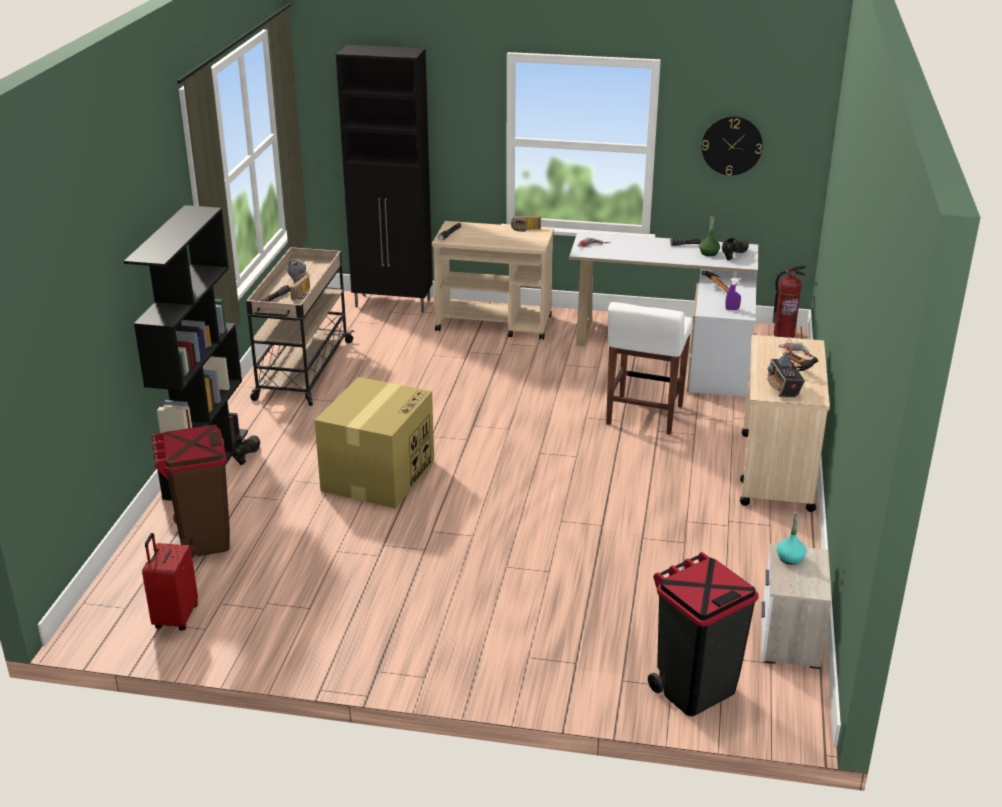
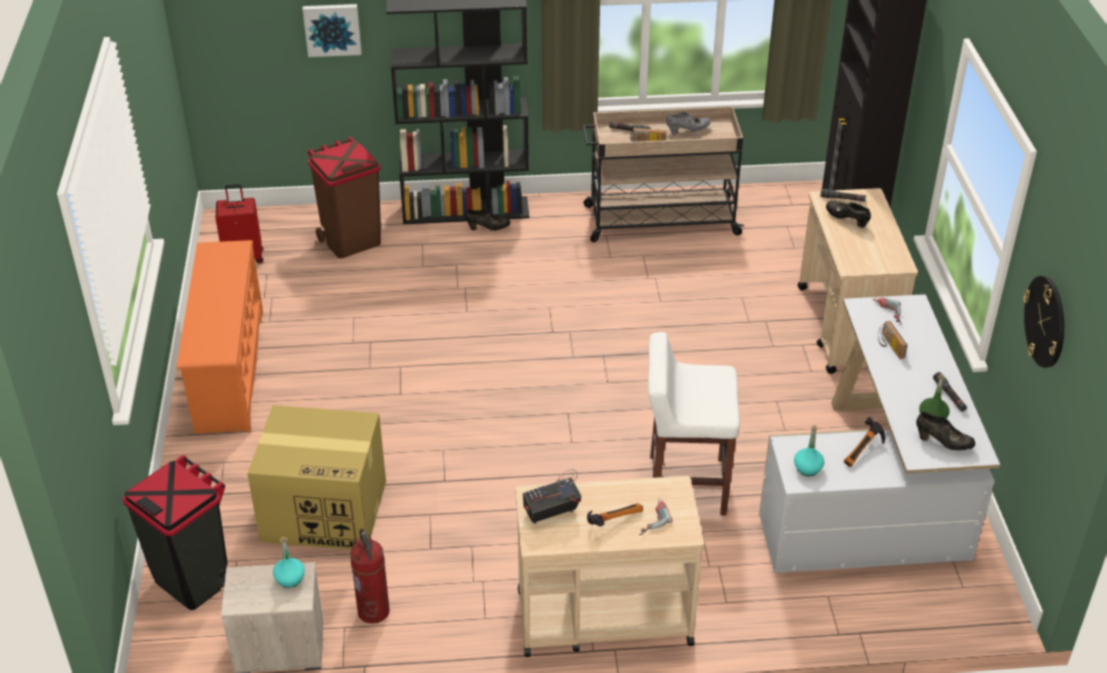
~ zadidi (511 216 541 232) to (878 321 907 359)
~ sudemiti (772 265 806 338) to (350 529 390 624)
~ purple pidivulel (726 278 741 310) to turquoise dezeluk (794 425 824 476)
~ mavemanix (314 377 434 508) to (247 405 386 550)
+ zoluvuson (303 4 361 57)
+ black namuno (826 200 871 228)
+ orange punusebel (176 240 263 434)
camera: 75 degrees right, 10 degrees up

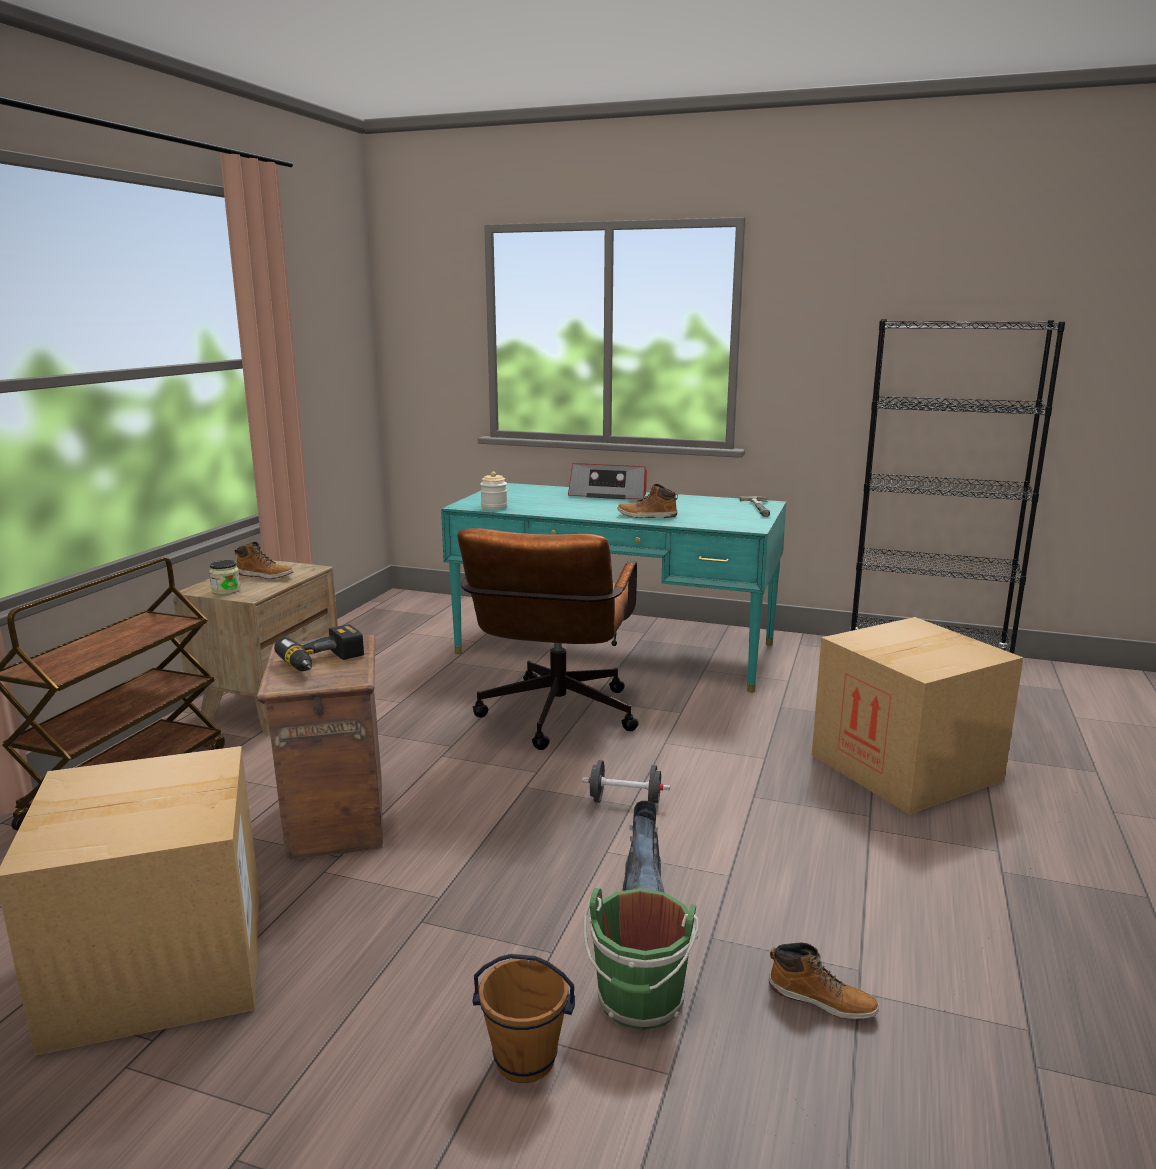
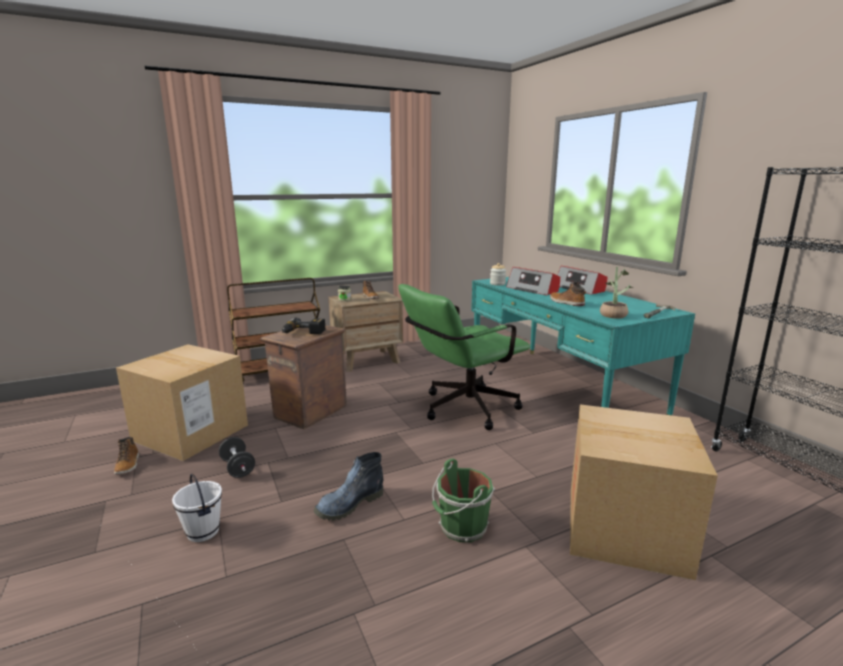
~ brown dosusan (458 528 639 750) to green dosusan (399 284 530 430)
~ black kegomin (582 760 670 804) to (219 437 255 478)
~ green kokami (583 888 699 1030) to (432 458 495 542)
~ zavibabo (769 942 879 1020) to (114 437 139 475)
~ brown kokami (472 954 575 1083) to white kokami (172 473 222 542)
+ zadidi (506 267 560 295)
+ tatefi (600 267 633 319)
camera: 45 degrees right, 0 degrees up

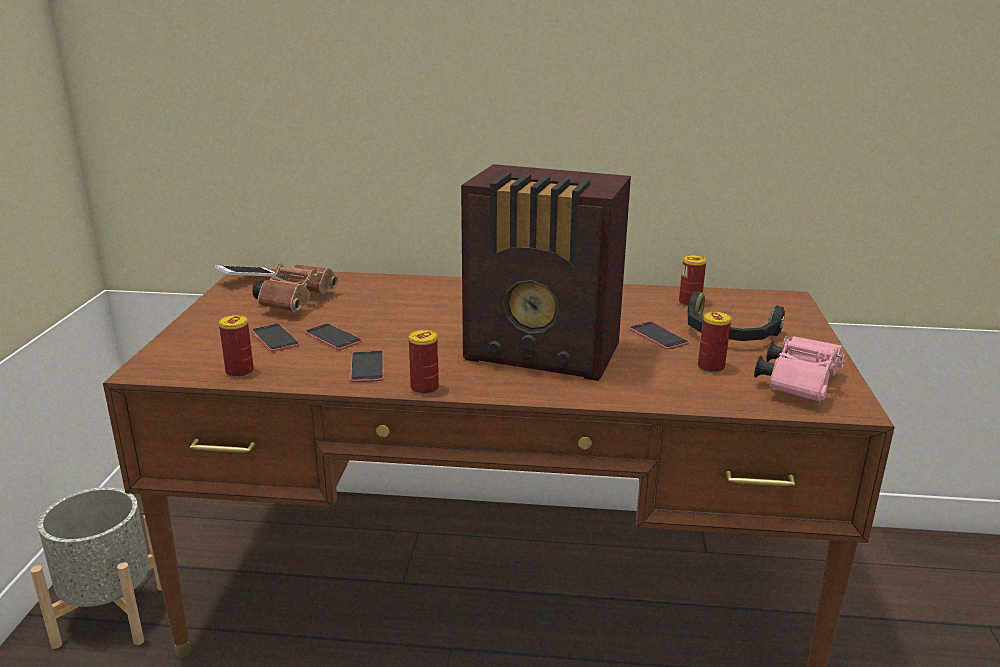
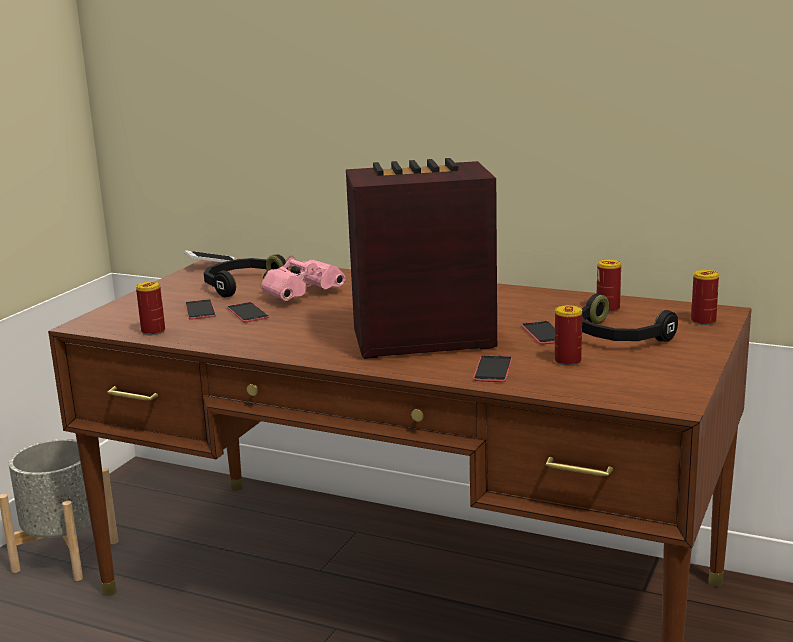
~ zadidi (461 164 631 381) = (346 158 497 359) 135 degrees clockwise
~ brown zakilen (252 263 338 312) to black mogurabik (204 254 288 297)
~ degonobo (409 330 439 395) to (691 270 719 325)
~ pink zakilen (754 336 845 402) to (261 256 345 301)
~ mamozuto (350 351 384 382) to (473 355 512 382)
camera: 20 degrees right, 5 degrees down

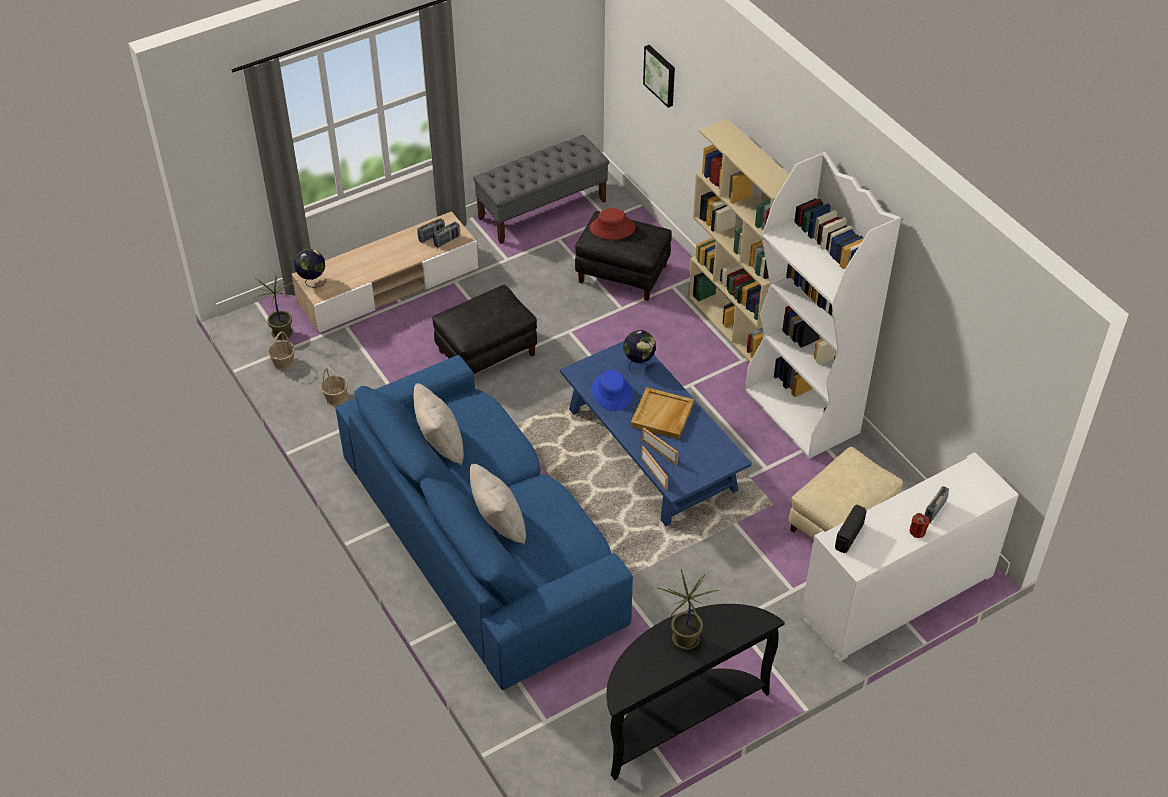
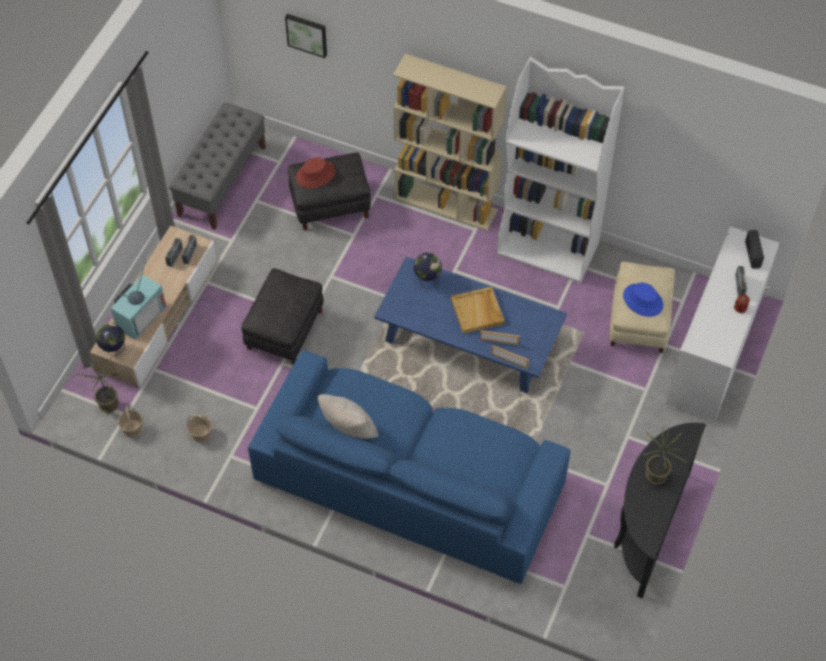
~ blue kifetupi (592 369 633 411) to (623 283 663 317)
- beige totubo (470 464 526 545)
~ zadidi (835 505 867 553) to (745 230 764 269)
+ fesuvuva (111 259 166 340)
camera: 35 degrees left, 10 degrees up

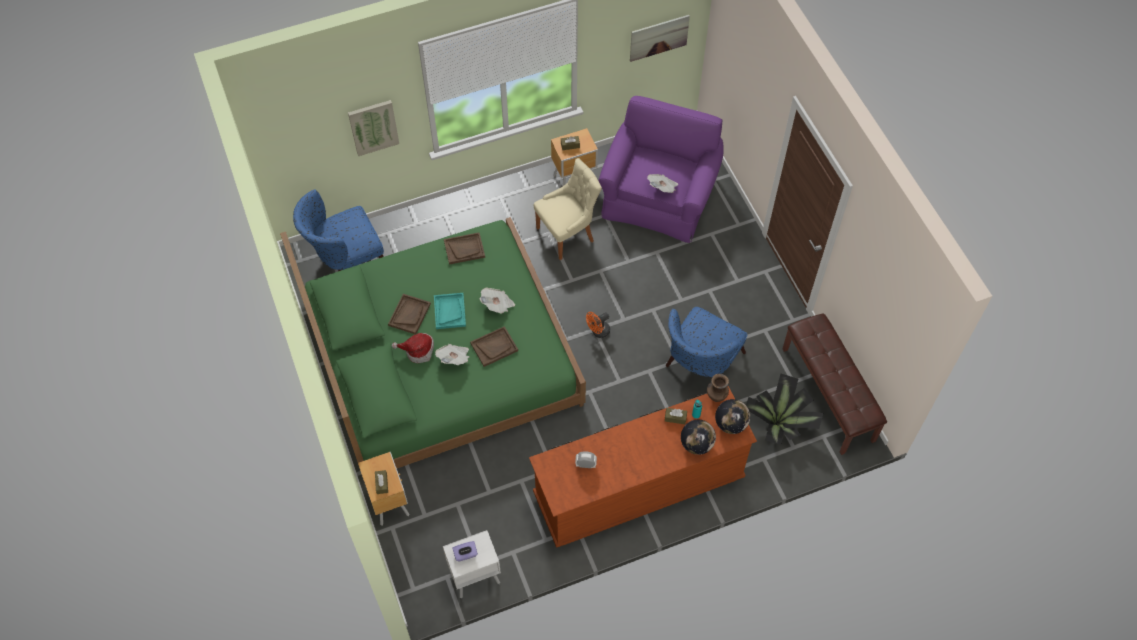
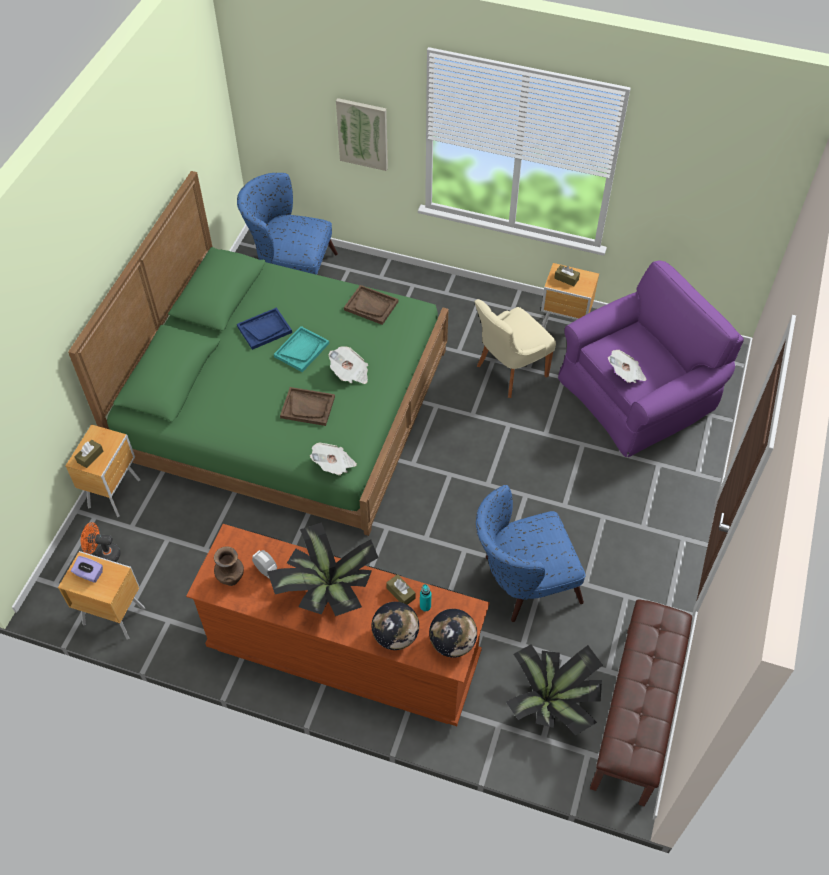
- zoluvuson (630 15 690 62)
~ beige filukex (534 158 602 260) = (475 299 556 398) 135 degrees clockwise
~ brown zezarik (388 294 431 334) to blue zezarik (237 307 292 350)
~ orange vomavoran (586 312 610 338) to (81 522 121 562)
- kifetupi (392 333 434 363)
~ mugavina (435 344 469 365) to (310 442 357 475)
~ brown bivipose (707 374 729 402) to (214 546 244 586)
~ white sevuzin (443 530 501 599) to brown sevuzin (58 551 145 639)
+ tatefi (267 523 378 616)
camera: 40 degrees right, 5 degrees down

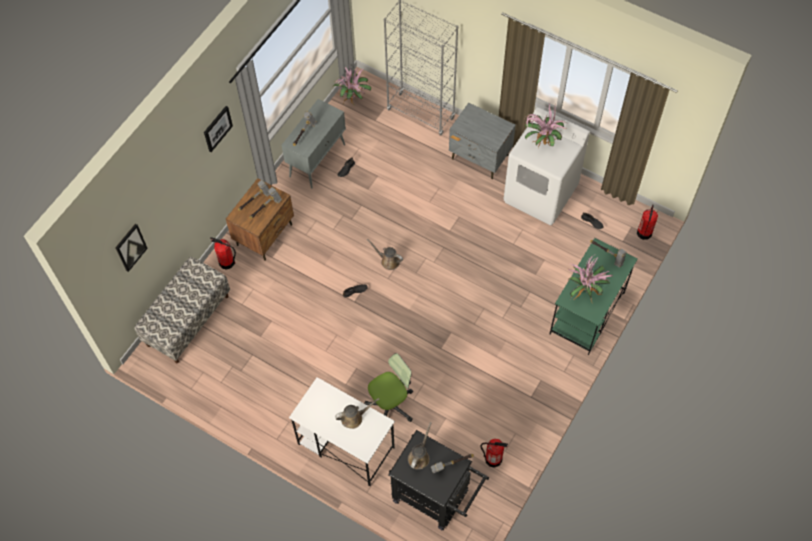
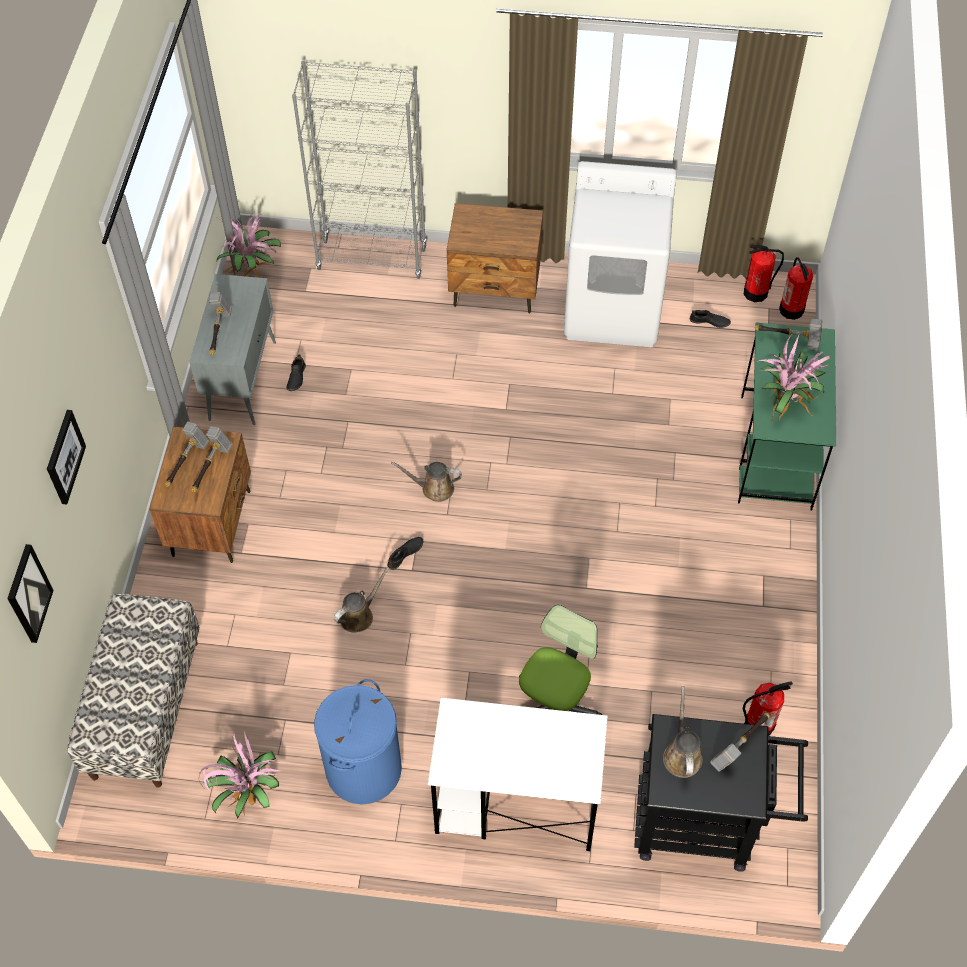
~ grey sevuzin (449 103 516 179) to brown sevuzin (447 203 543 313)
~ tatefi (524 103 568 148) to (199 730 280 819)
~ zoluvuson (204 106 233 152) to (47 410 86 504)
~ sudemiti (210 237 236 270) to (744 245 784 302)
~ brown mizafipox (335 398 380 429) to (334 567 390 632)
+ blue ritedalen (314 679 402 804)
camera: 25 degrees left, 5 degrees down

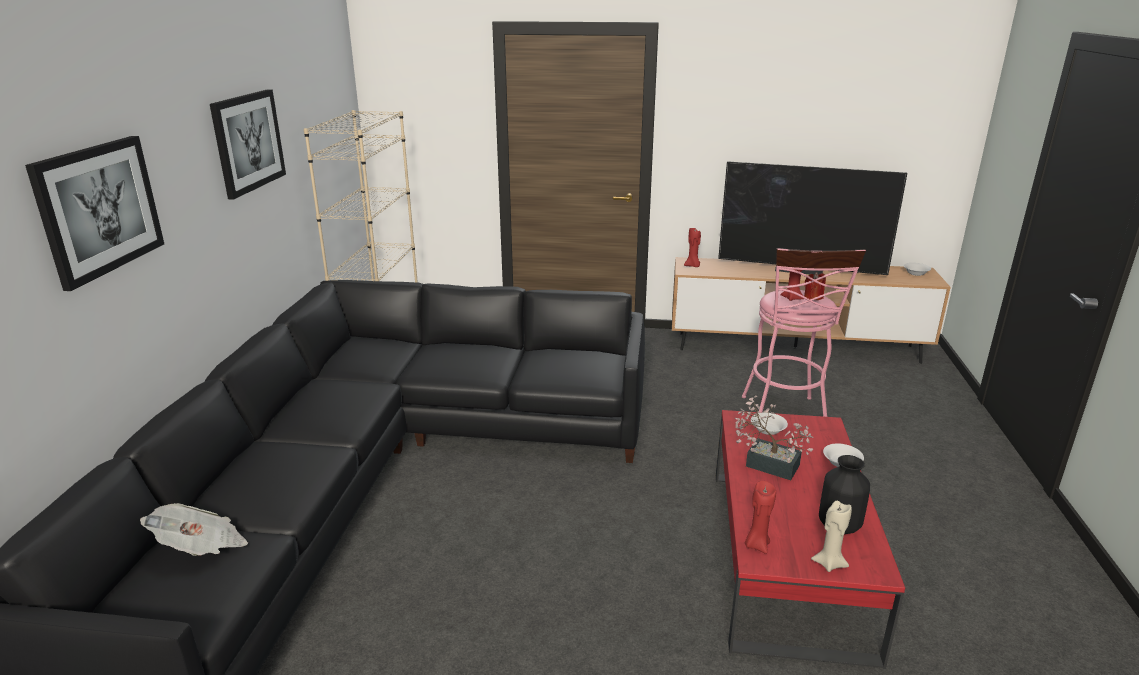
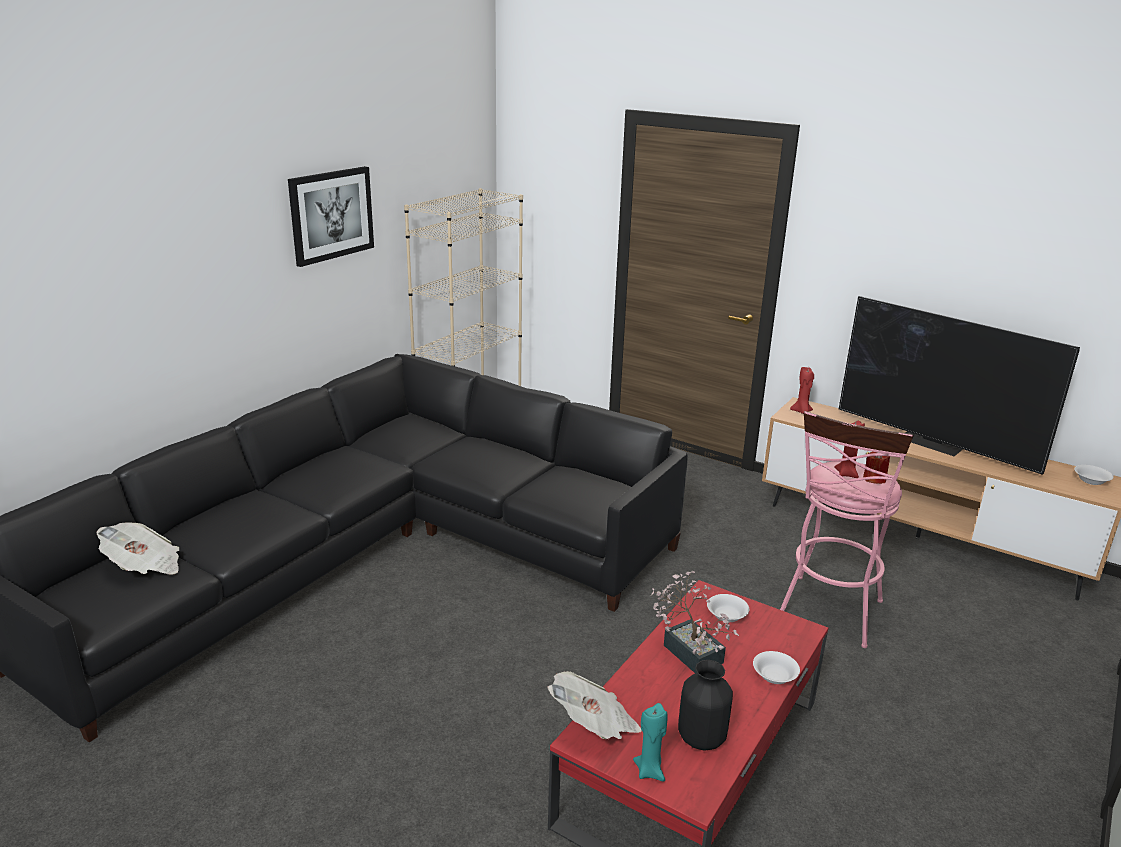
- zoluvuson (25 136 164 291)
~ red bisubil (745 481 776 554) to mugavina (548 671 642 740)
~ beige bisubil (811 501 852 572) to turquoise bisubil (633 703 668 781)
camera: 25 degrees right, 0 degrees up

